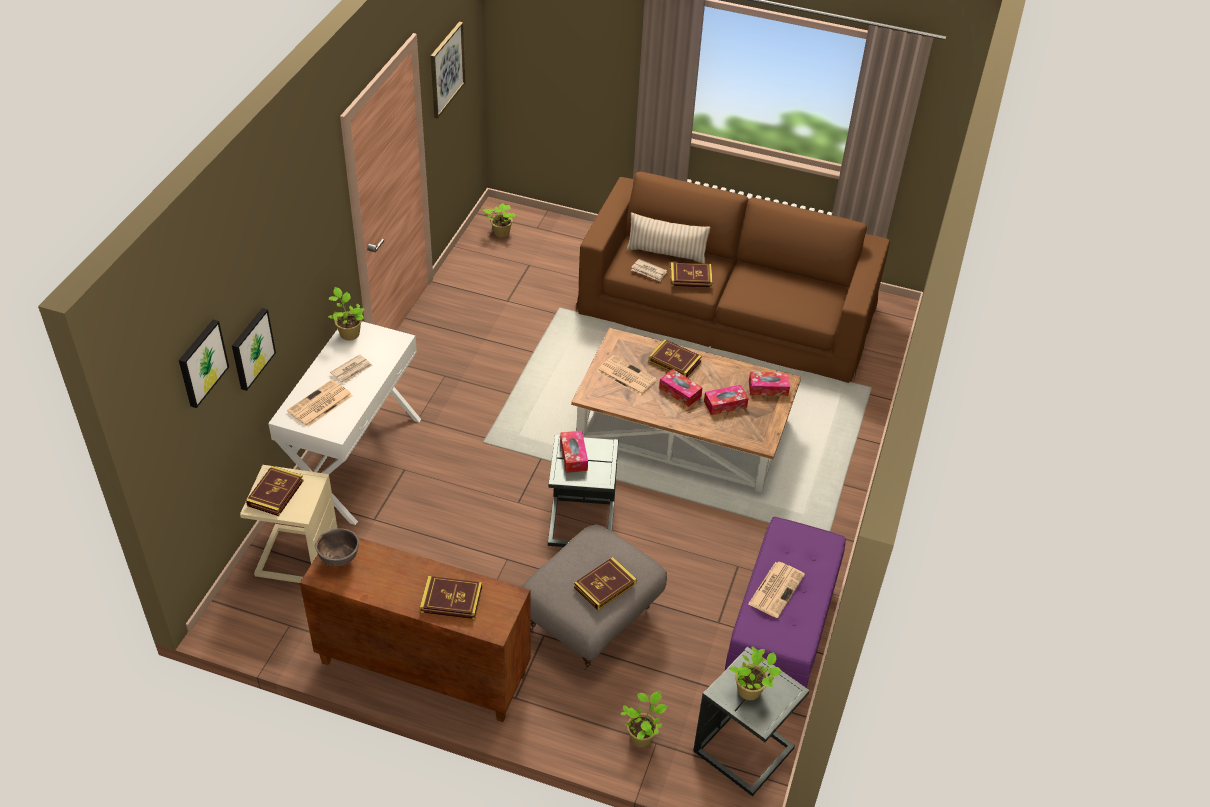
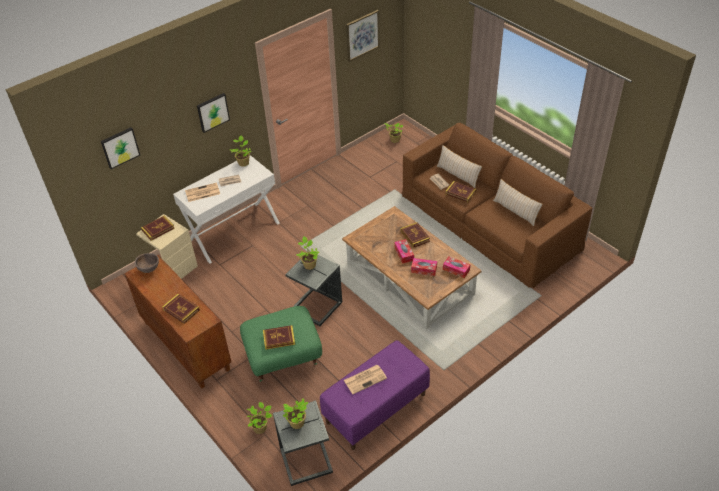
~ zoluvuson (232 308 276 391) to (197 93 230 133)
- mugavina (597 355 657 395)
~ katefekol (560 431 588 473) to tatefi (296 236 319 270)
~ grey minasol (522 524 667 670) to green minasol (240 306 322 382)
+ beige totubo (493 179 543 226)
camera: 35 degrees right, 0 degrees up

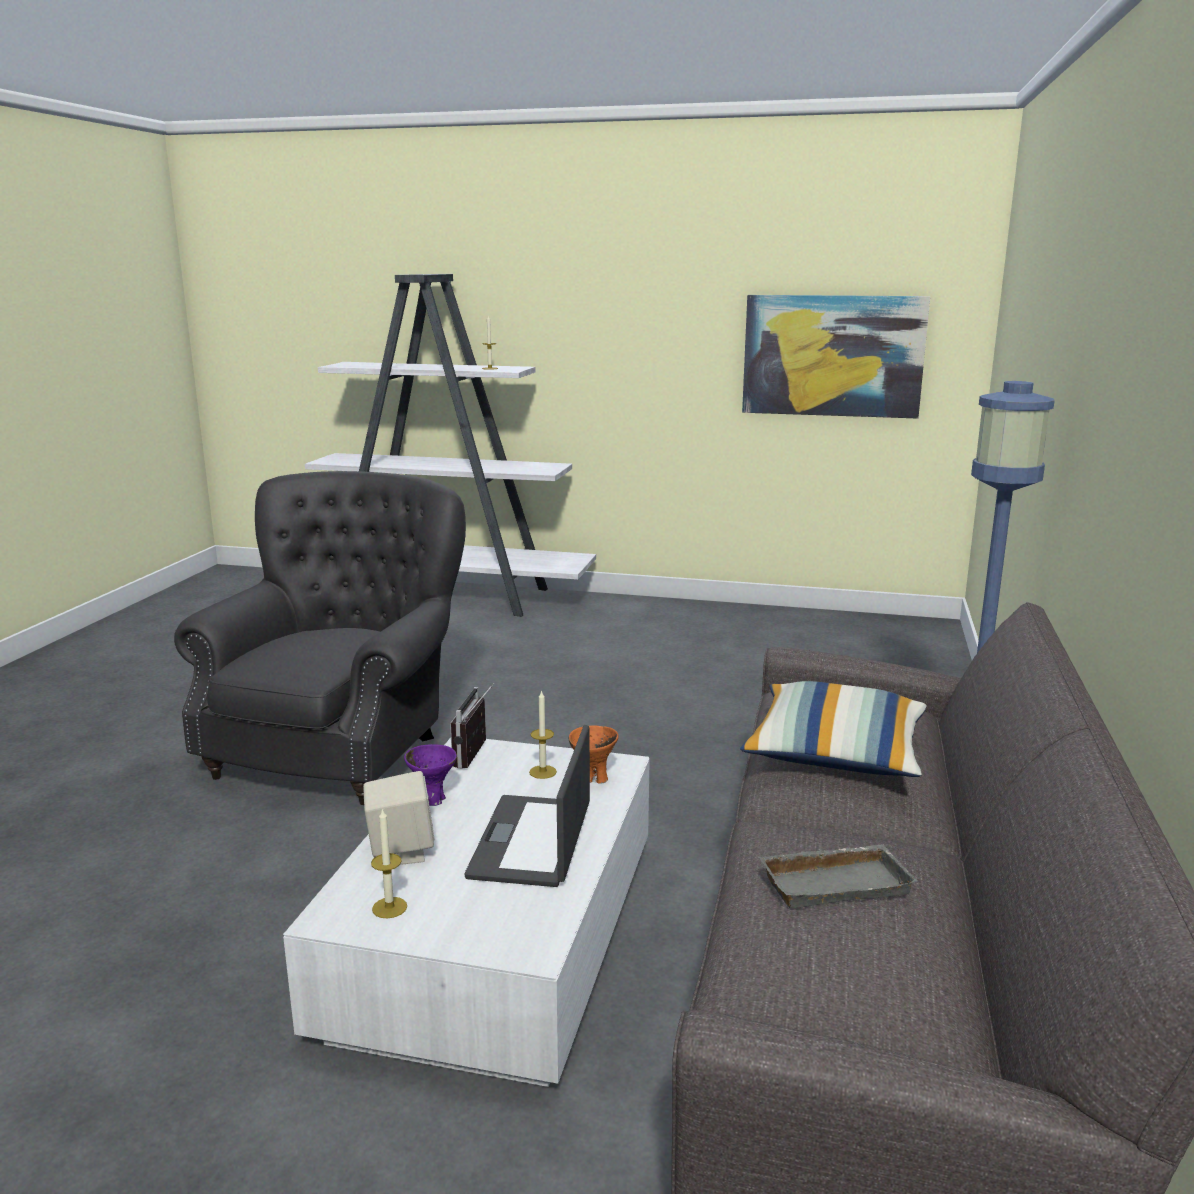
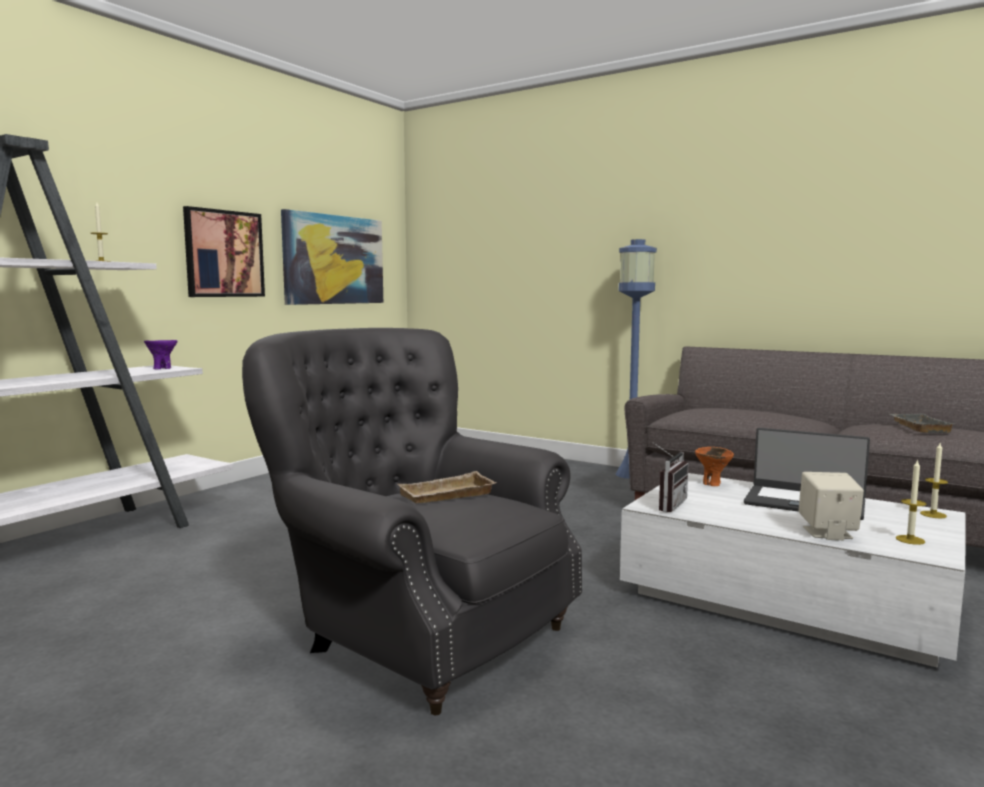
- totubo (740 681 927 777)
~ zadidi (450 683 494 769) = (652 442 688 512) 90 degrees counterclockwise
~ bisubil (529 690 557 779) to (920 443 948 519)
~ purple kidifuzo (404 744 457 806) to (144 340 178 369)
+ zoluvuson (183 206 265 297)
+ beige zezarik (398 471 496 504)
camera: 70 degrees left, 10 degrees down

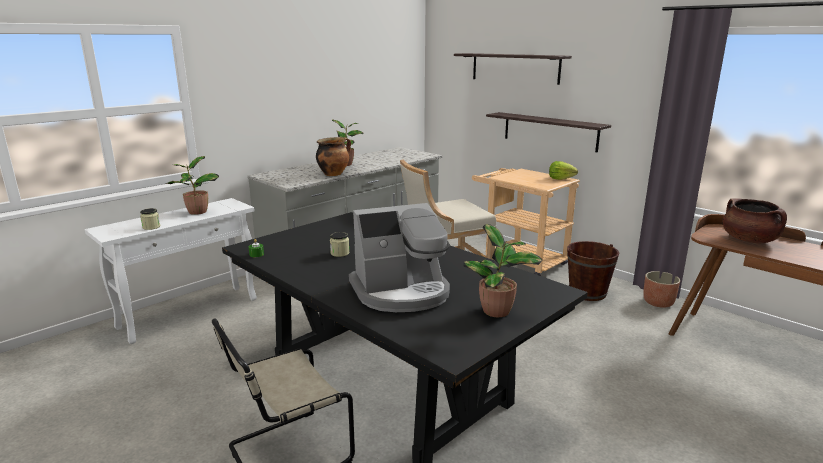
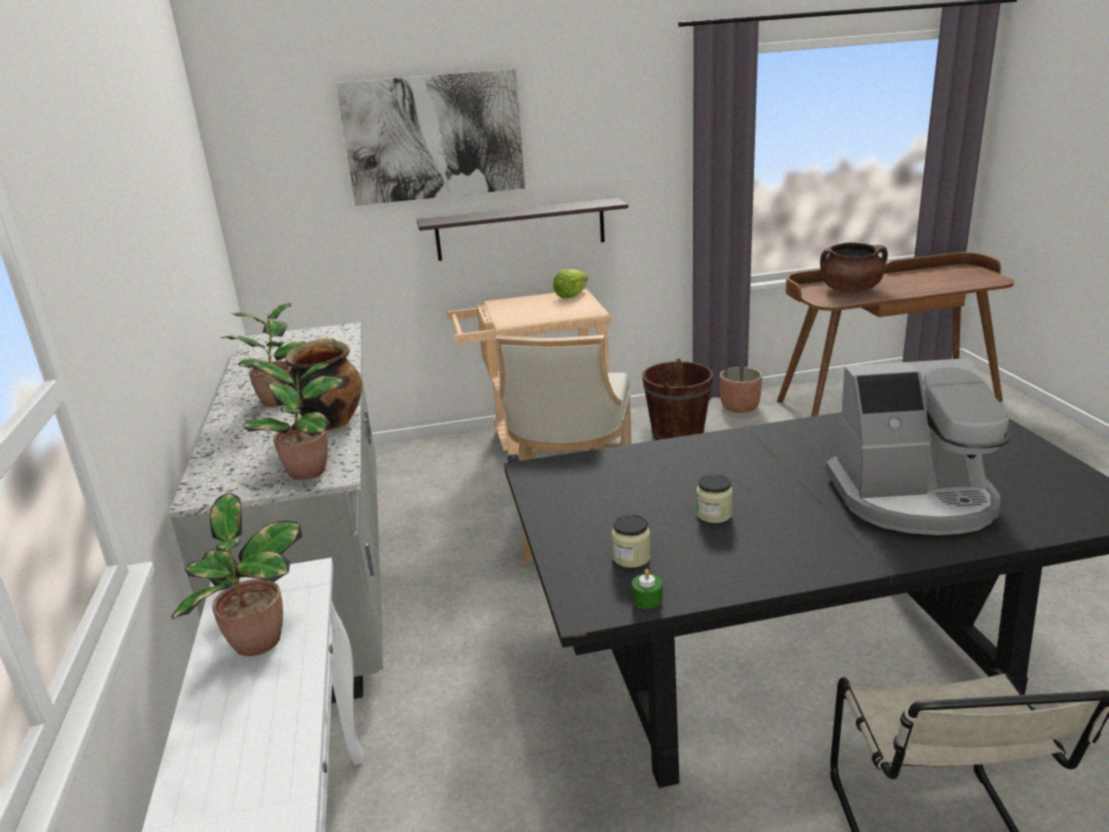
~ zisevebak (454 53 572 85) to zoluvuson (336 69 525 206)
~ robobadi (349 203 450 312) = (826 358 1011 535) 75 degrees clockwise
~ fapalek (140 208 160 230) to (612 515 651 568)
~ tatefi (463 224 543 317) to (242 362 344 480)
camera: 55 degrees left, 5 degrees up

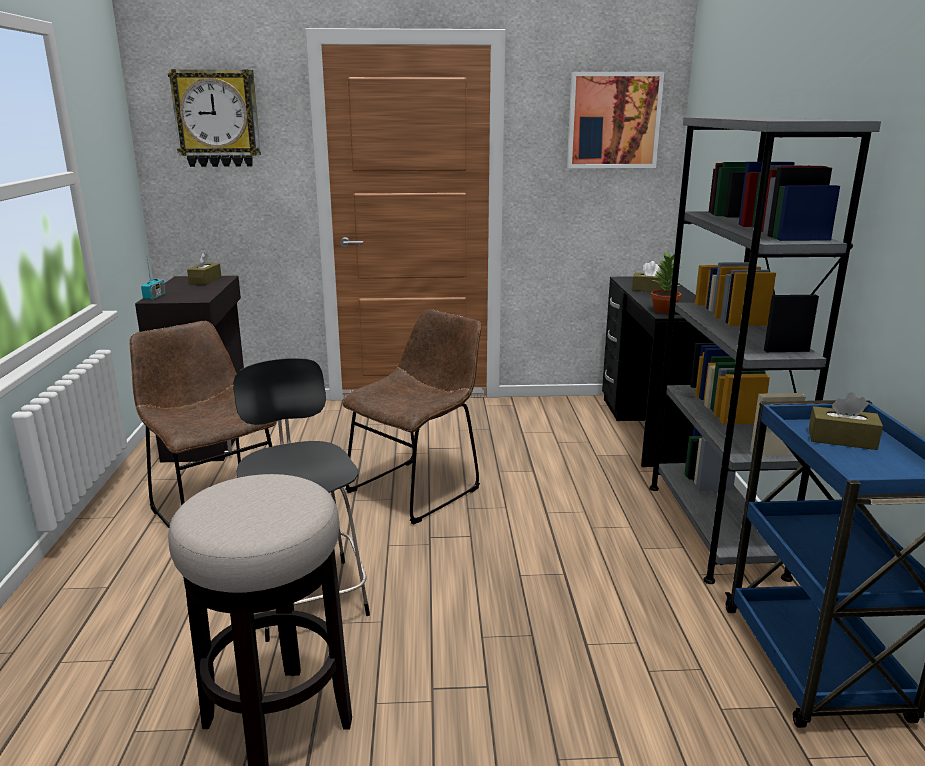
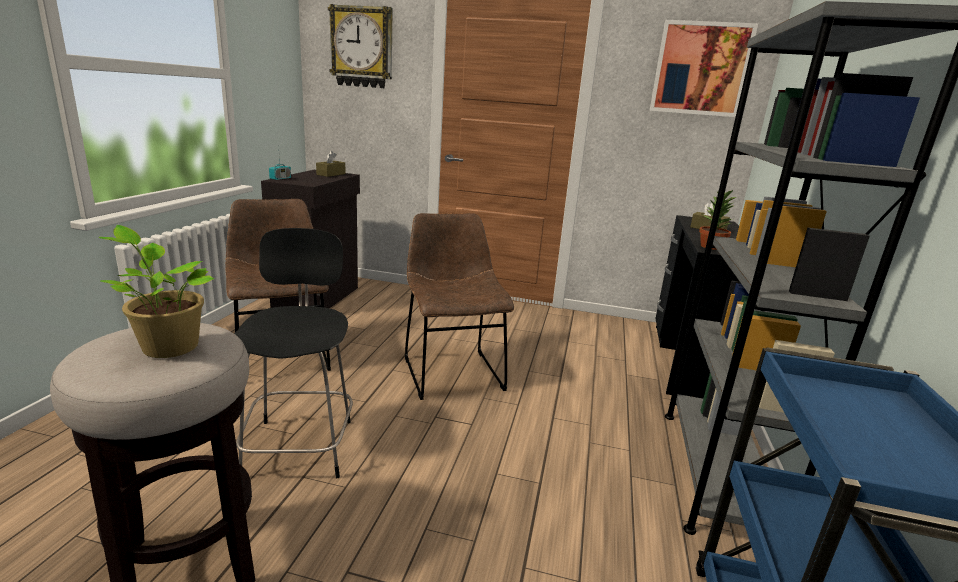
~ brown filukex (342 309 481 525) = (405 213 514 400) 75 degrees counterclockwise
- brown katefekol (809 392 883 450)
+ tatefi (99 225 214 358)
camera: 15 degrees right, 0 degrees up

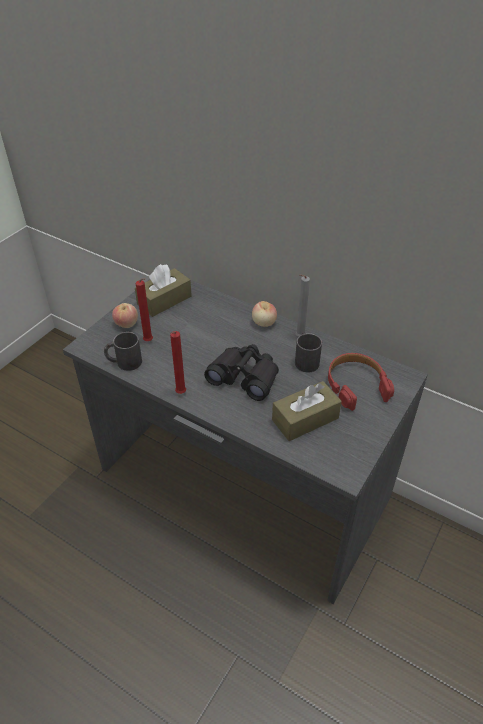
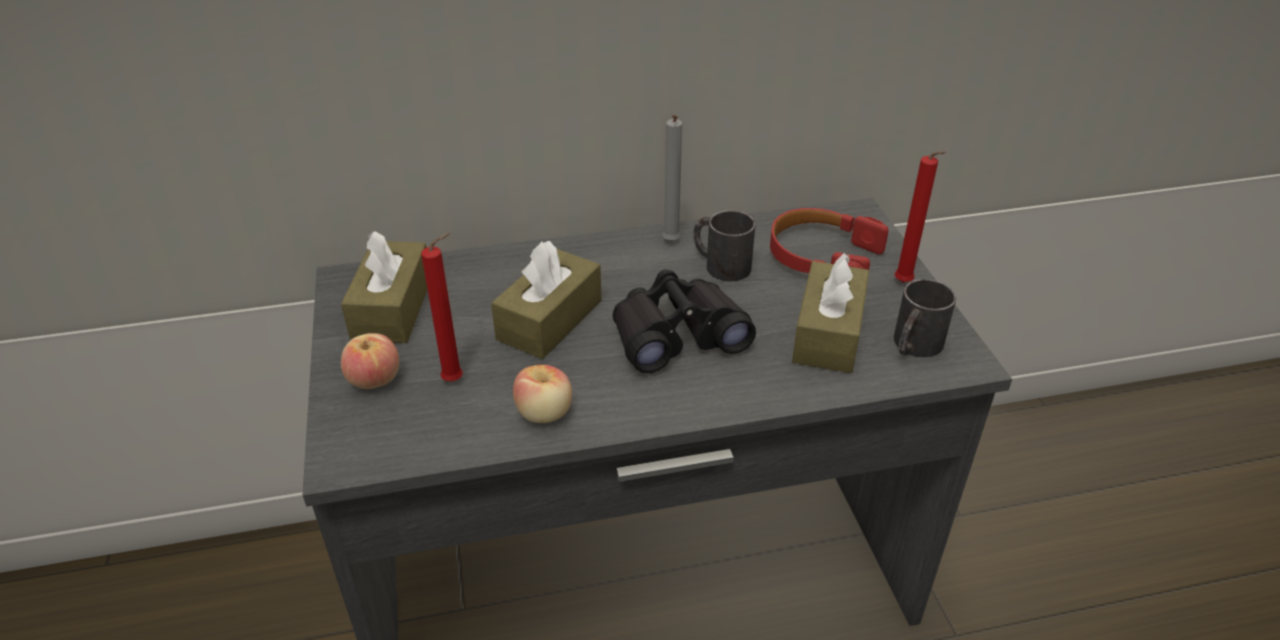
~ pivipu (252 301 277 327) to (513 365 572 423)
~ red bisubil (170 331 186 394) to (895 151 947 282)
~ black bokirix (104 332 142 371) to (894 279 956 357)
+ brown katefekol (491 241 602 359)
camera: 45 degrees left, 5 degrees down

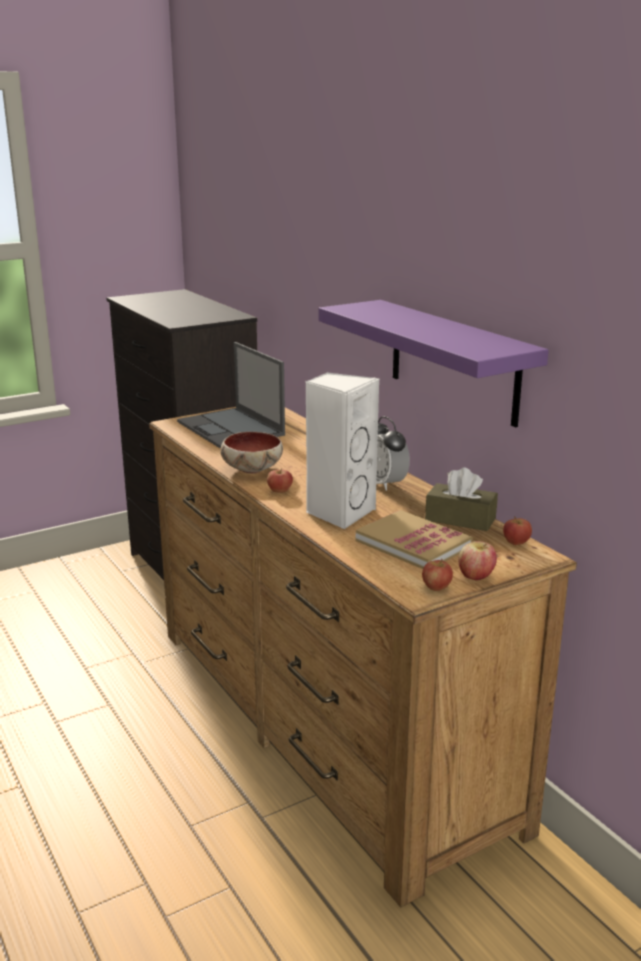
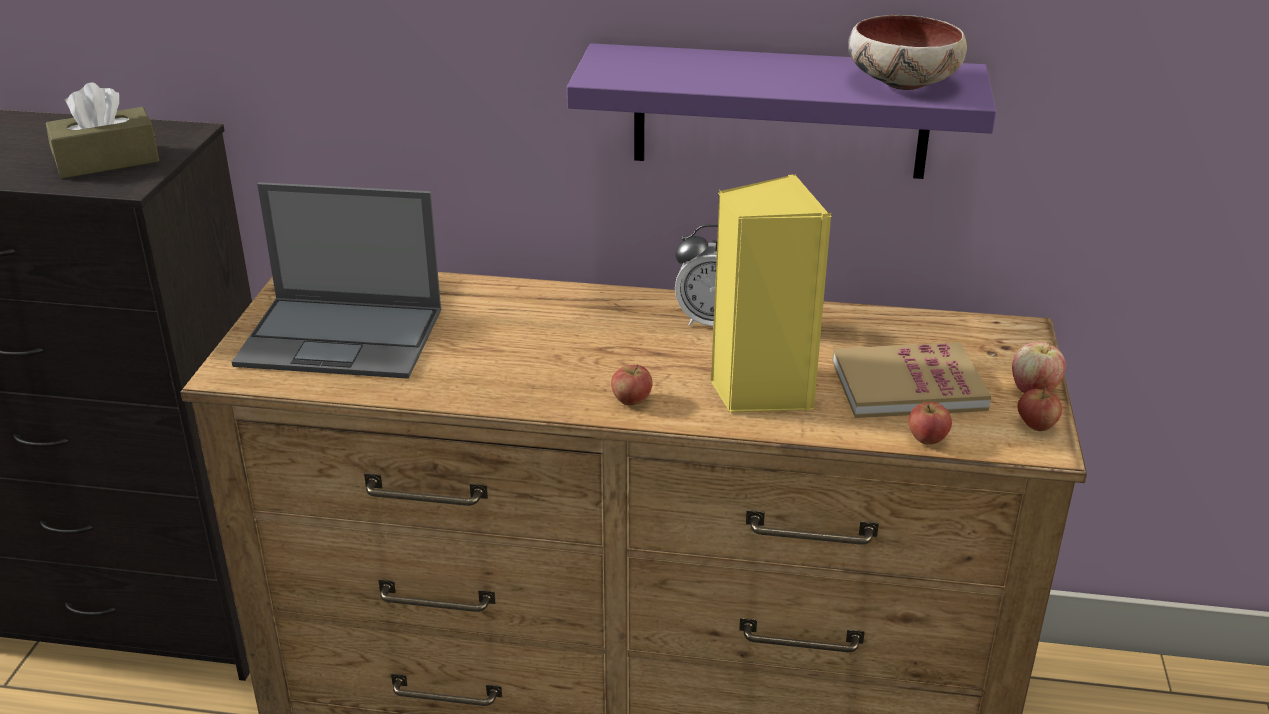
~ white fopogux (306 372 379 530) to yellow fopogux (711 174 831 414)
~ kidifuzo (220 432 283 474) to (848 15 967 90)
~ brown katefekol (425 467 498 531) to (46 83 159 179)
~ pivipu (503 517 532 545) to (909 402 952 445)
camera: 50 degrees left, 10 degrees up

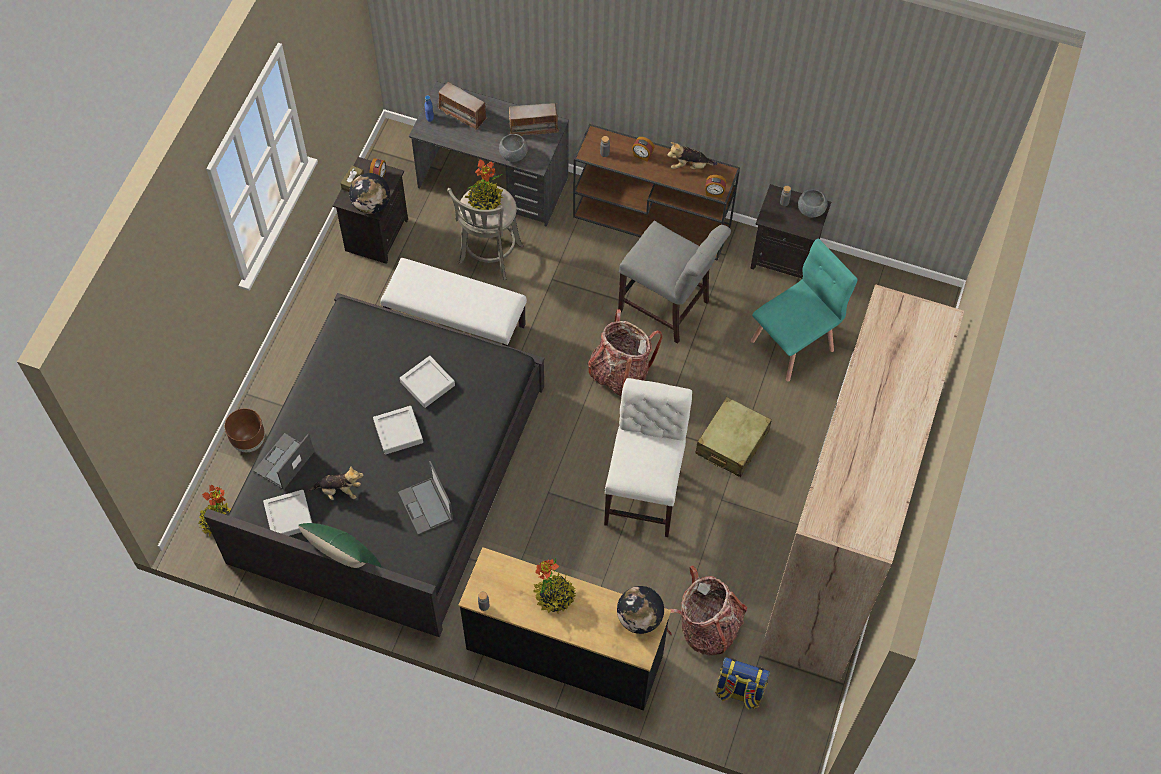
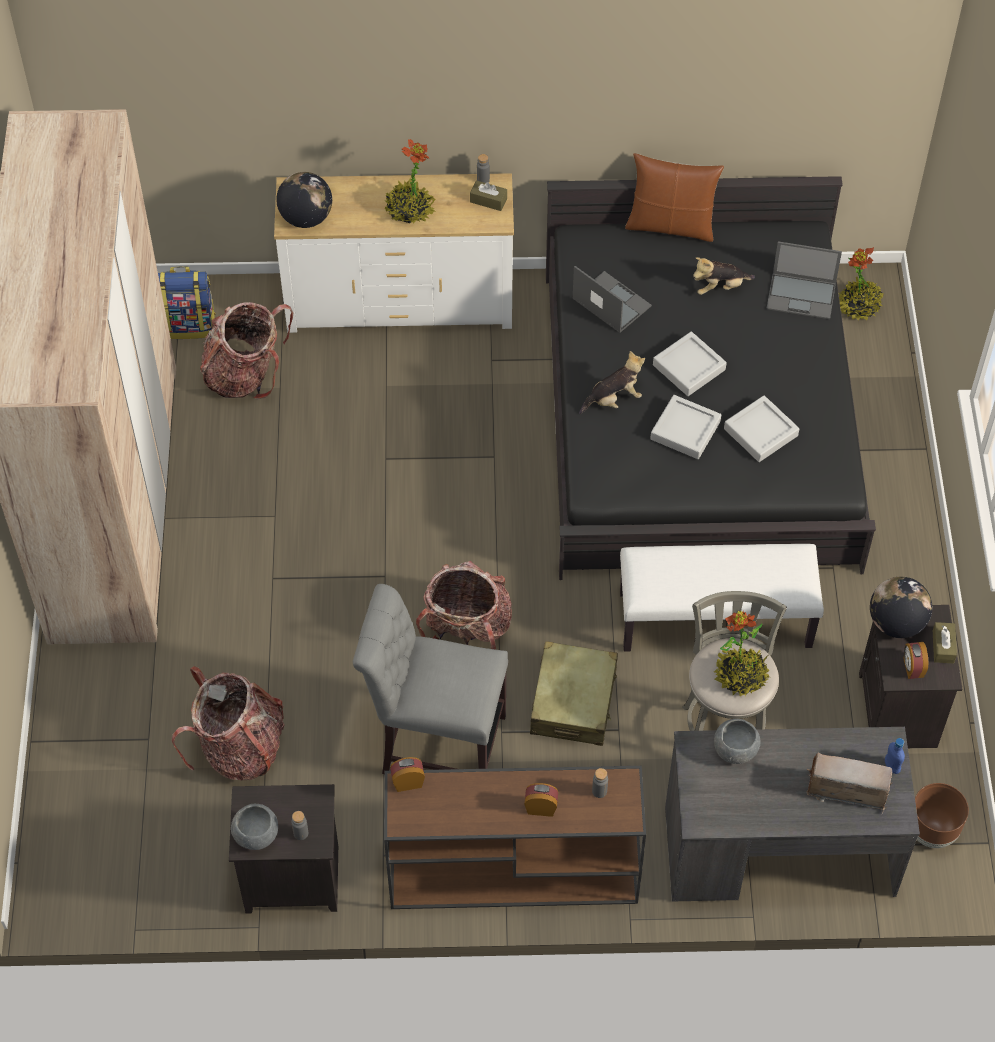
- zadidi (508 103 560 136)
~ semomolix (667 142 717 169) to (579 351 645 414)
~ turquoise filukex (751 238 858 381) to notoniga (172 666 285 781)
- white filukex (604 378 692 537)
~ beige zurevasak (696 397 772 477) to (530 641 618 746)
~ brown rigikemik (225 408 265 452) to (915 783 969 848)
~ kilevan (254 433 314 490) = (766 241 842 319) 90 degrees clockwise
~ grey zezarik (263 490 312 536) to (724 396 799 462)
~ green totubo (298 523 382 568) to brown totubo (625 153 724 242)
~ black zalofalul (459 547 671 711) to white zalofalul (274 173 514 333)
+ brown katefekol (470 180 507 211)
camera: 160 degrees right, 5 degrees down

